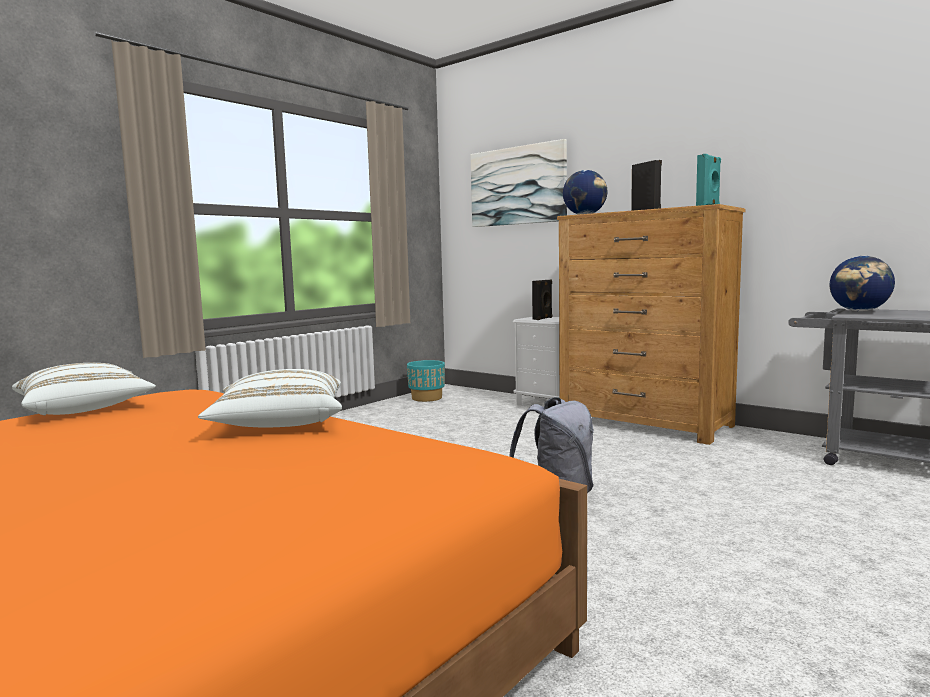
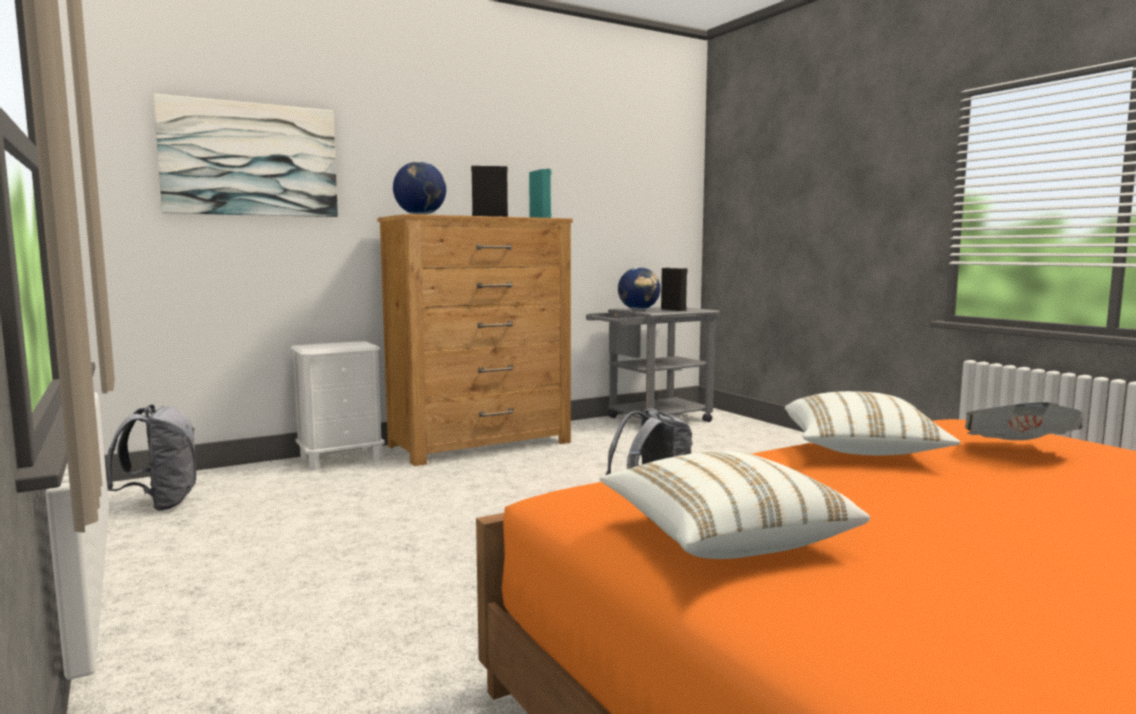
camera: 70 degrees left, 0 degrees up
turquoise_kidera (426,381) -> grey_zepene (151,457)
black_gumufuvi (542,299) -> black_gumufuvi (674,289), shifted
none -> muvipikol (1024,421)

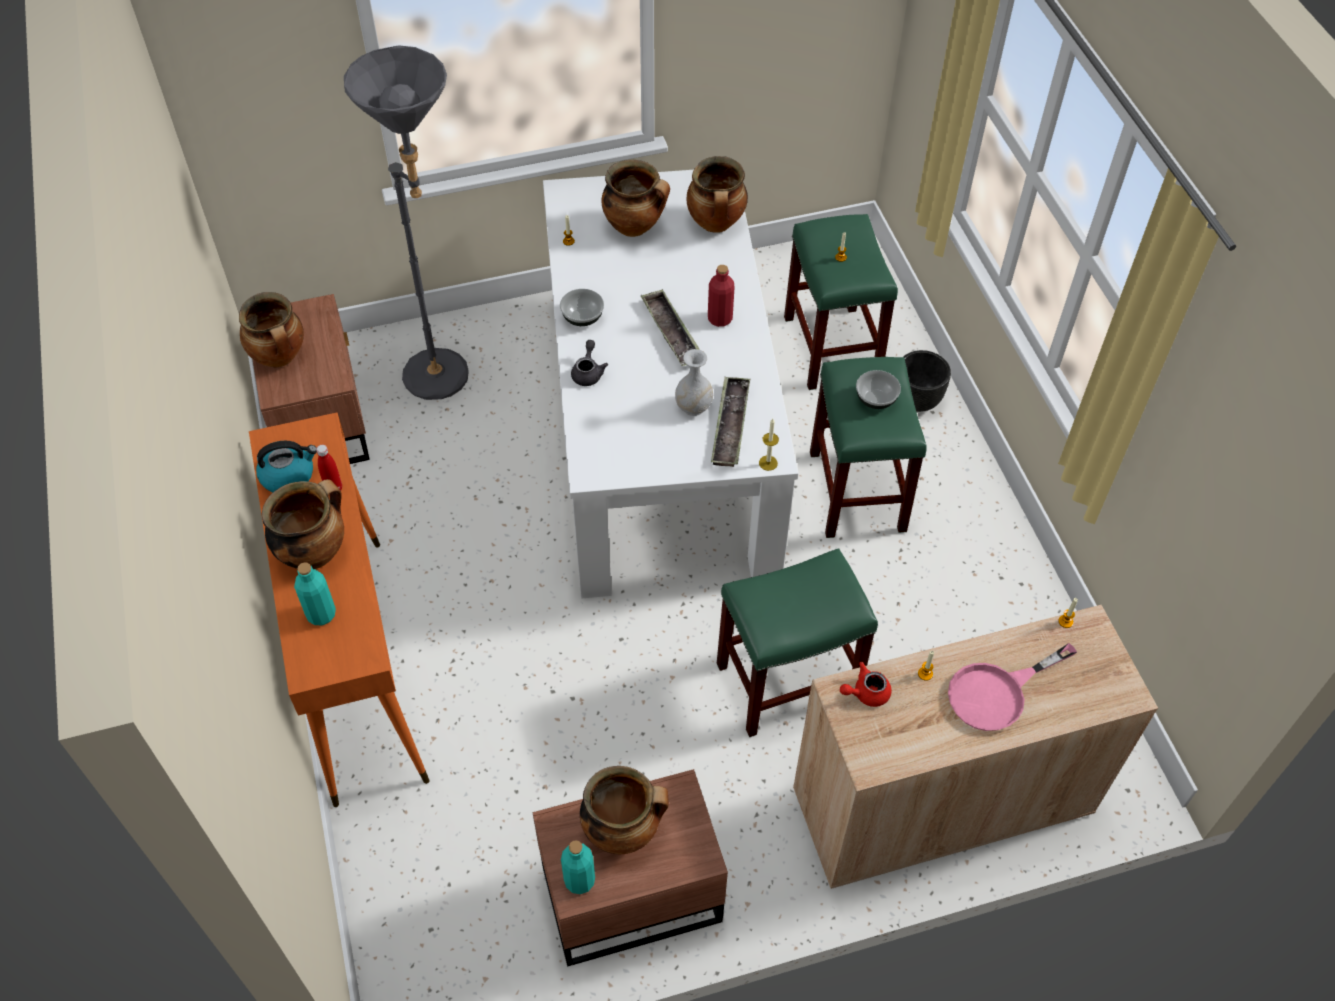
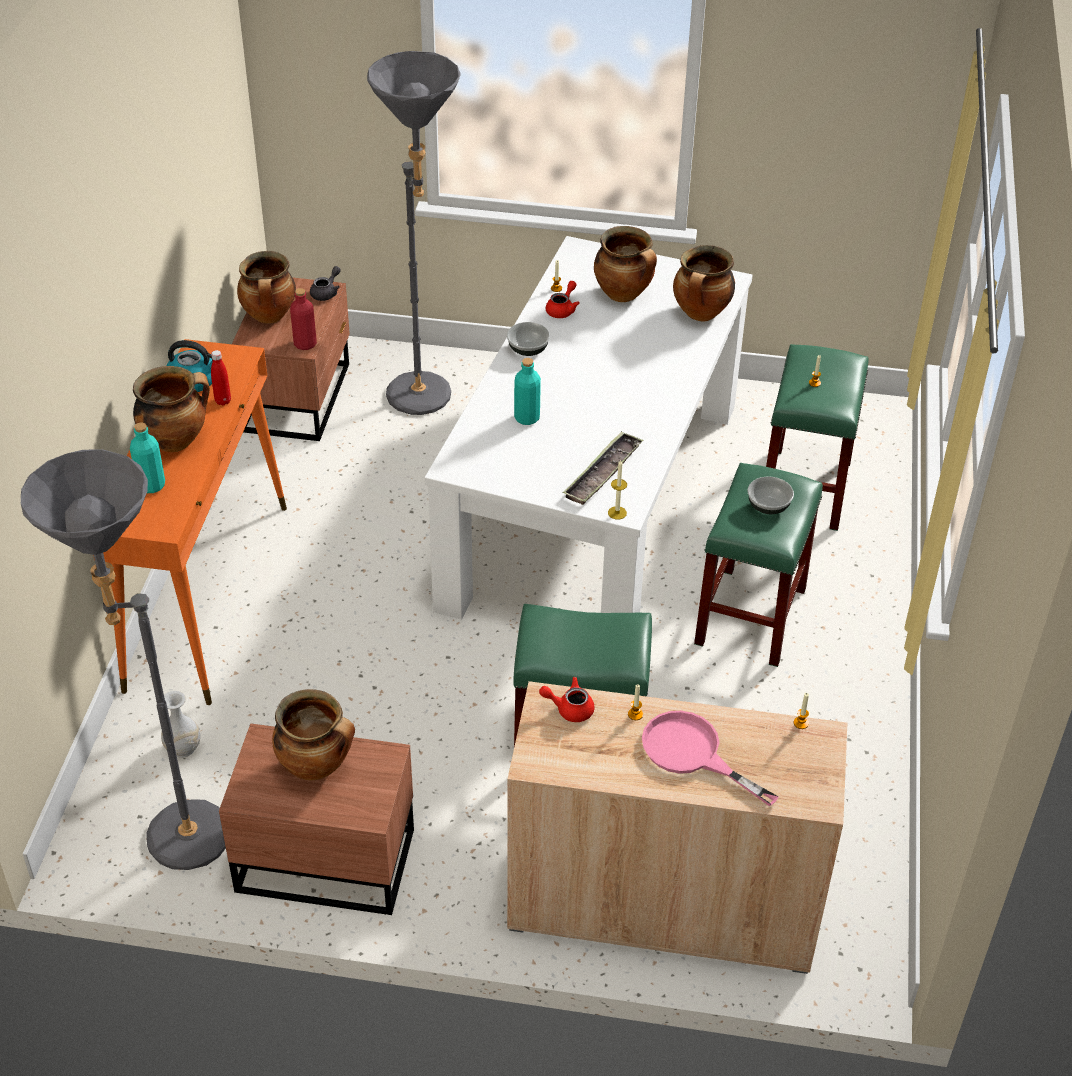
camera: 25 degrees right, 10 degrees down
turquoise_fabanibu (578,867) -> turquoise_fabanibu (527,391), shifted
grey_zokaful (589,363) -> grey_zokaful (325,283), shifted
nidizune (670,327) -> none
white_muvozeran (694,382) -> white_muvozeran (180,724), shifted
red_fabanibu (721,296) -> red_fabanibu (303,319), shifted
black_kidera (927,381) -> none
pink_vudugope (1012,687) -> pink_vudugope (710,759), 45 degrees clockwise
none -> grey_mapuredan (123,659)
none -> red_zokaful (563,299)

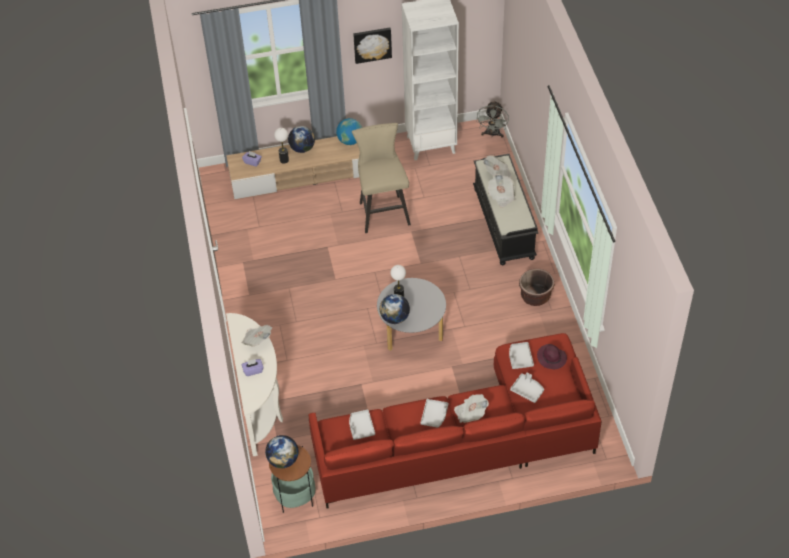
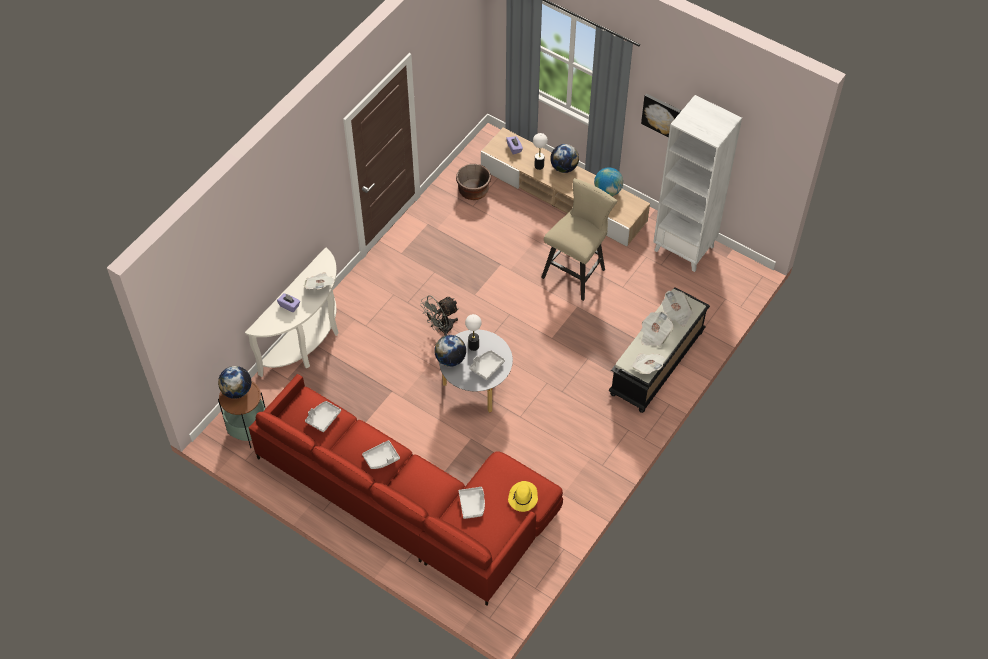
camera: 45 degrees right, 5 degrees up
muvipikol (471,408) -> muvipikol (647,363), shifted
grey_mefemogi (492,119) -> grey_mefemogi (439,315), shifted
grey_nidizune (521,355) -> grey_nidizune (487,365), shifted
brown_kidera (536,287) -> brown_kidera (473,182), shifted
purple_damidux (552,356) -> yellow_damidux (523,496)

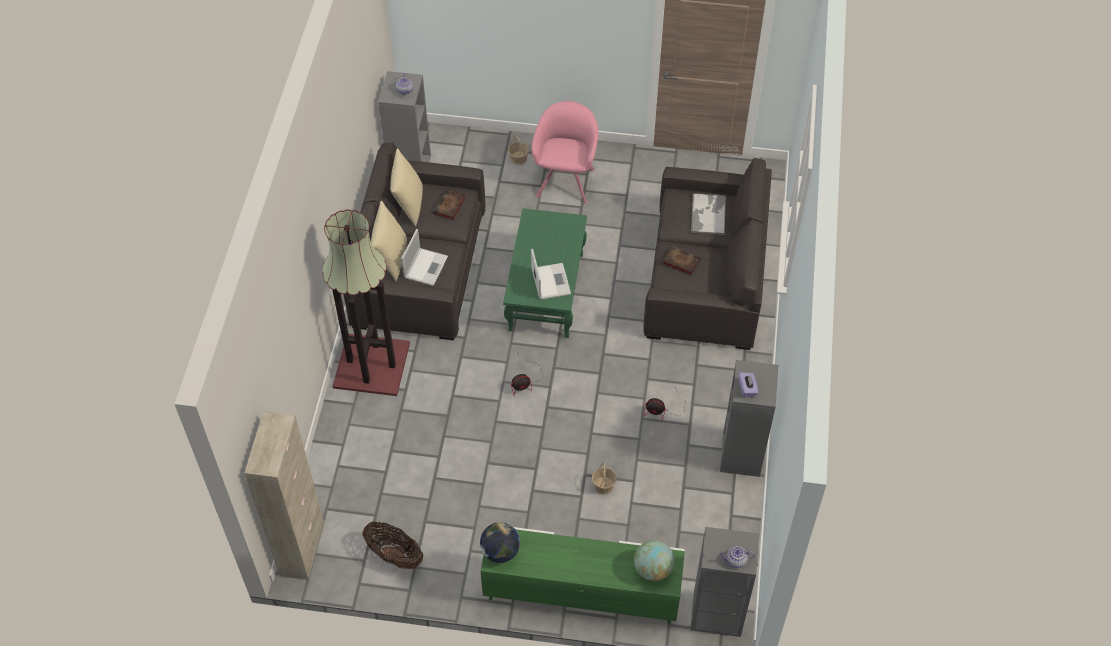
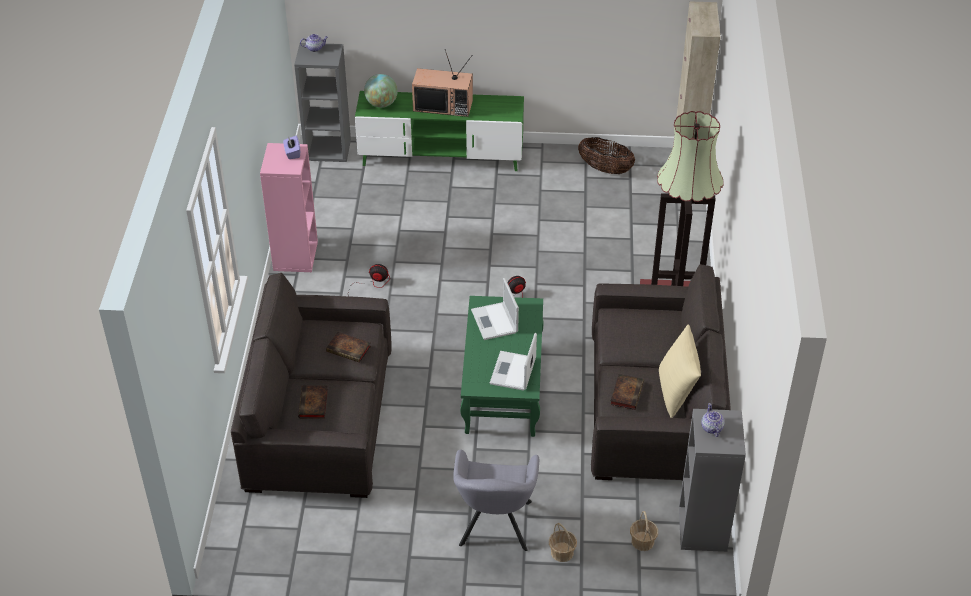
camera: 175 degrees right, 10 degrees down
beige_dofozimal (389,241) -> none
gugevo (424,257) -> gugevo (513,362), shifted
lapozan (500,542) -> none
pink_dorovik (565,152) -> grey_dorovik (496,500)
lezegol (604,478) -> lezegol (644,531), shifted
nidizune (708,214) -> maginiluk (313,402)
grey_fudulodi (749,418) -> pink_fudulodi (289,207)
none -> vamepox (442,83)

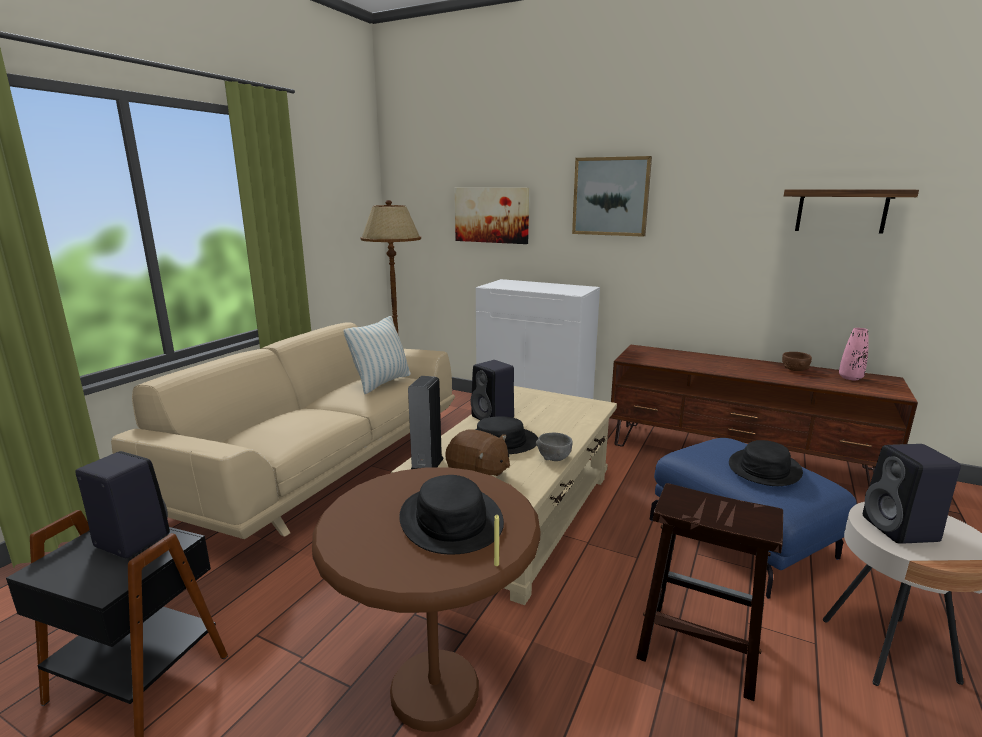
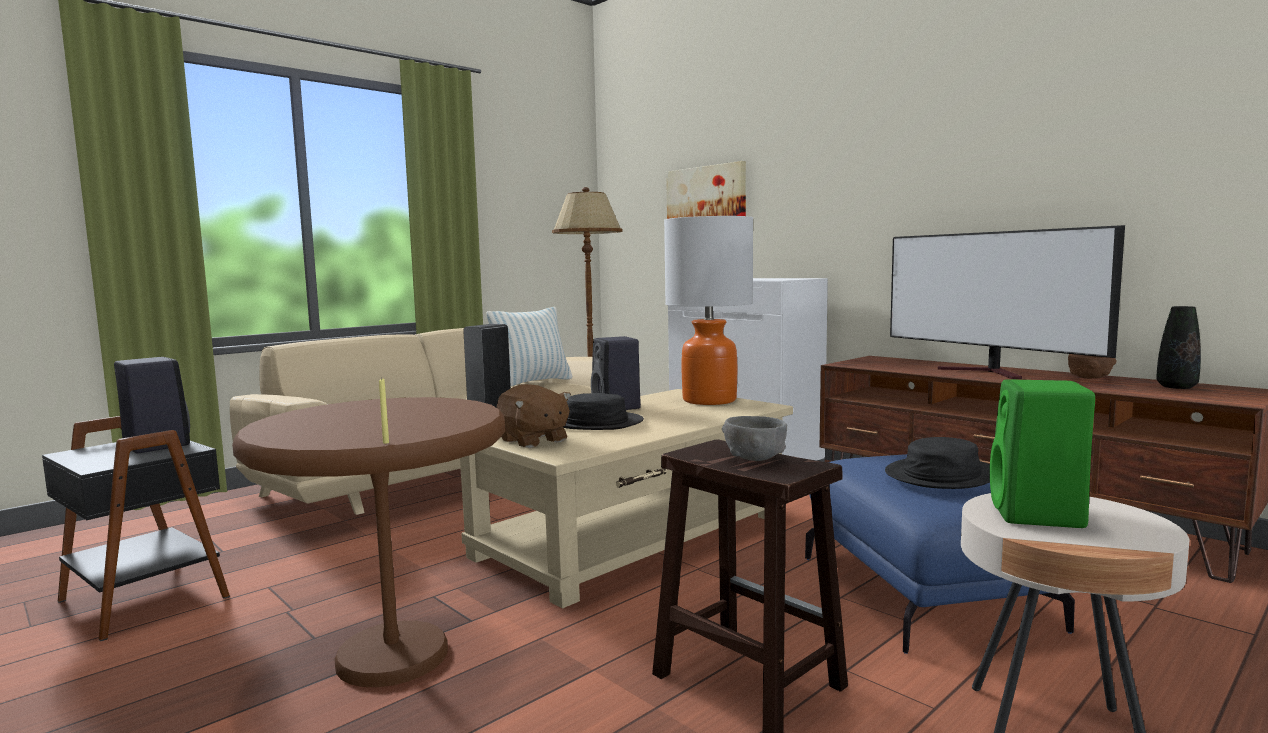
camera: 20 degrees right, 10 degrees down
black_damidux (451,514) -> none
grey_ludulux (554,447) -> grey_ludulux (754,438), shifted
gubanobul (612,196) -> none
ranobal (851,211) -> none
pink_muvozeran (854,354) -> black_muvozeran (1178,347)
black_gumufuvi (912,494) -> green_gumufuvi (1042,453)
none -> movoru (708,310)
none -> vamepox (1007,302)

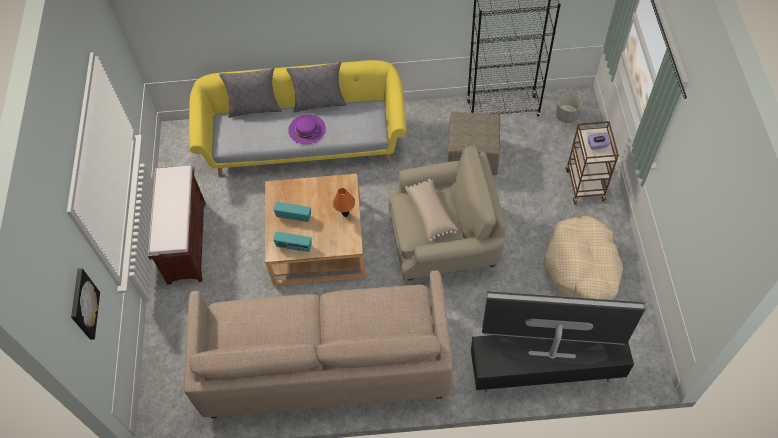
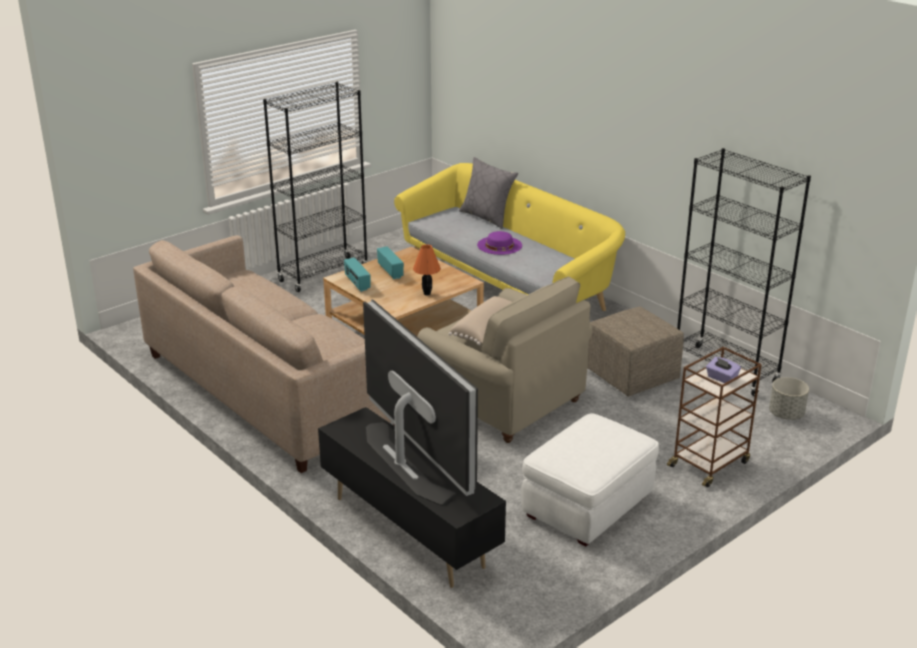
camera: 50 degrees right, 30 degrees down
gubanobul (85,304) -> none
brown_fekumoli (177,225) -> black_fudulodi (315,187)
grey_dofozimal (316,86) -> none
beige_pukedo (583,258) -> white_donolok (590,480)

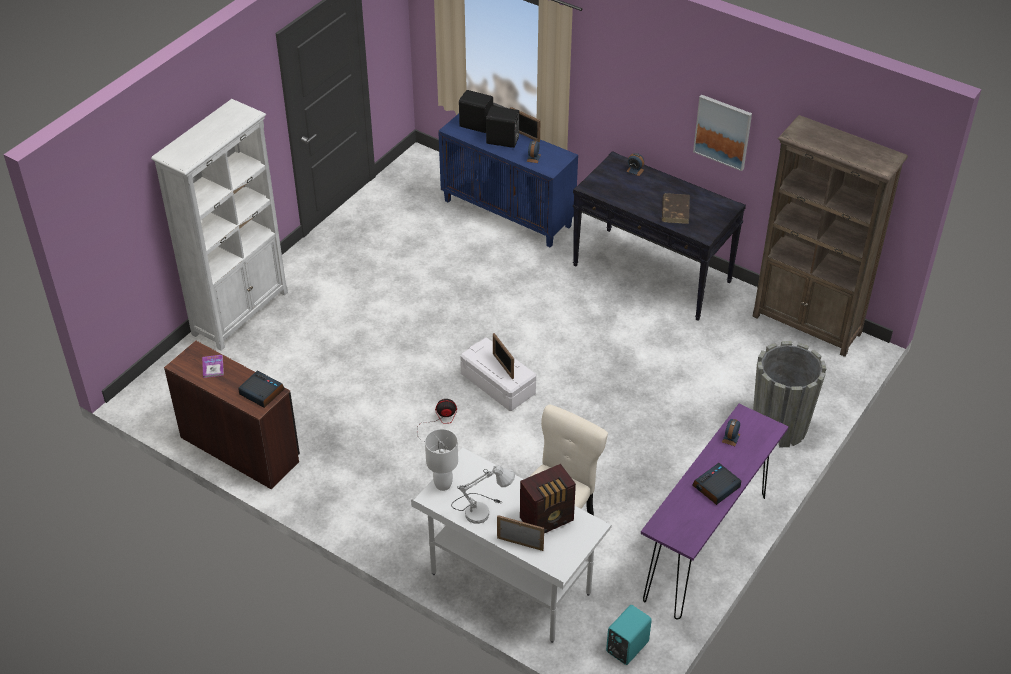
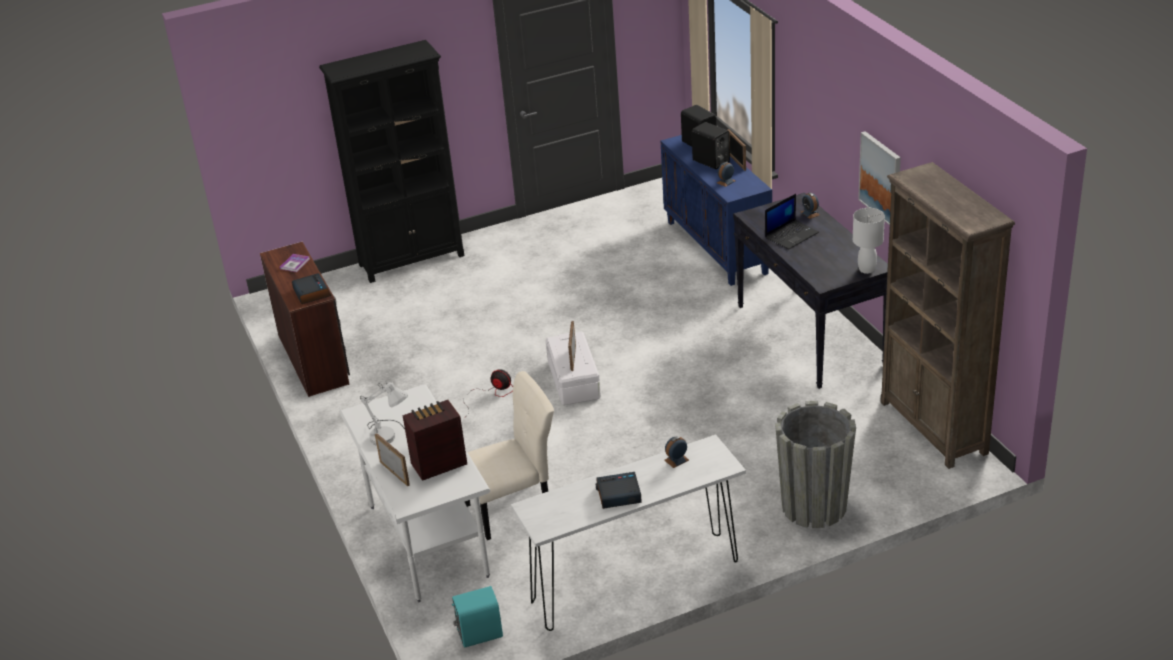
camera: 35 degrees right, 10 degrees down
white_fudulodi (219,224) -> black_fudulodi (392,161)
white_movoru (441,460) -> white_movoru (869,241), shifted
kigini (548,498) -> kigini (434,440), 150 degrees clockwise
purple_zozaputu (715,512) -> white_zozaputu (628,532)
brown_maginiluk (676,208) -> none
none -> gugevo (792,221)

